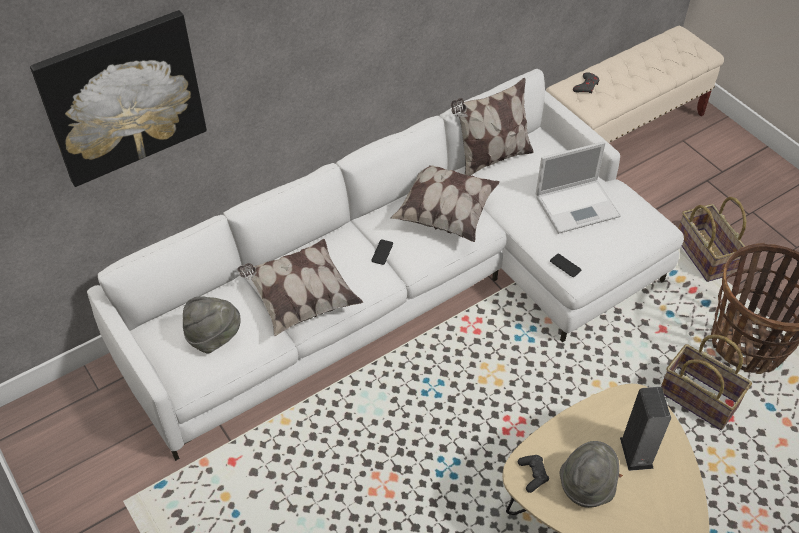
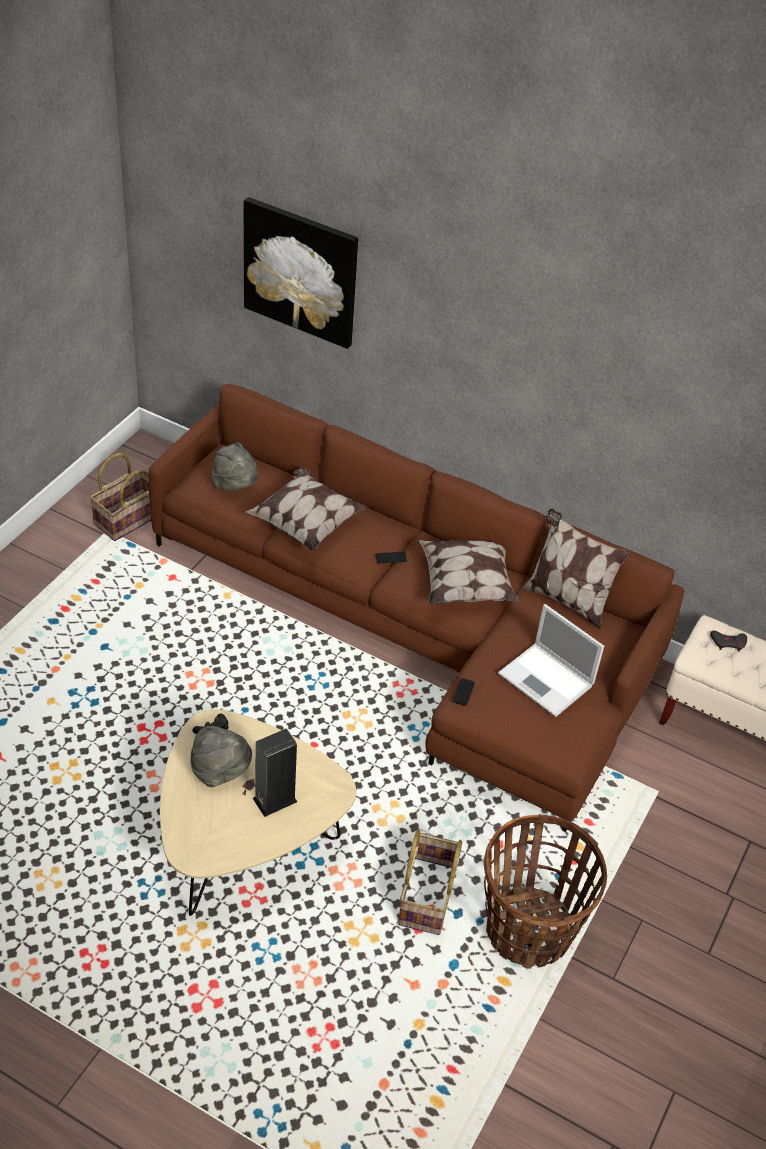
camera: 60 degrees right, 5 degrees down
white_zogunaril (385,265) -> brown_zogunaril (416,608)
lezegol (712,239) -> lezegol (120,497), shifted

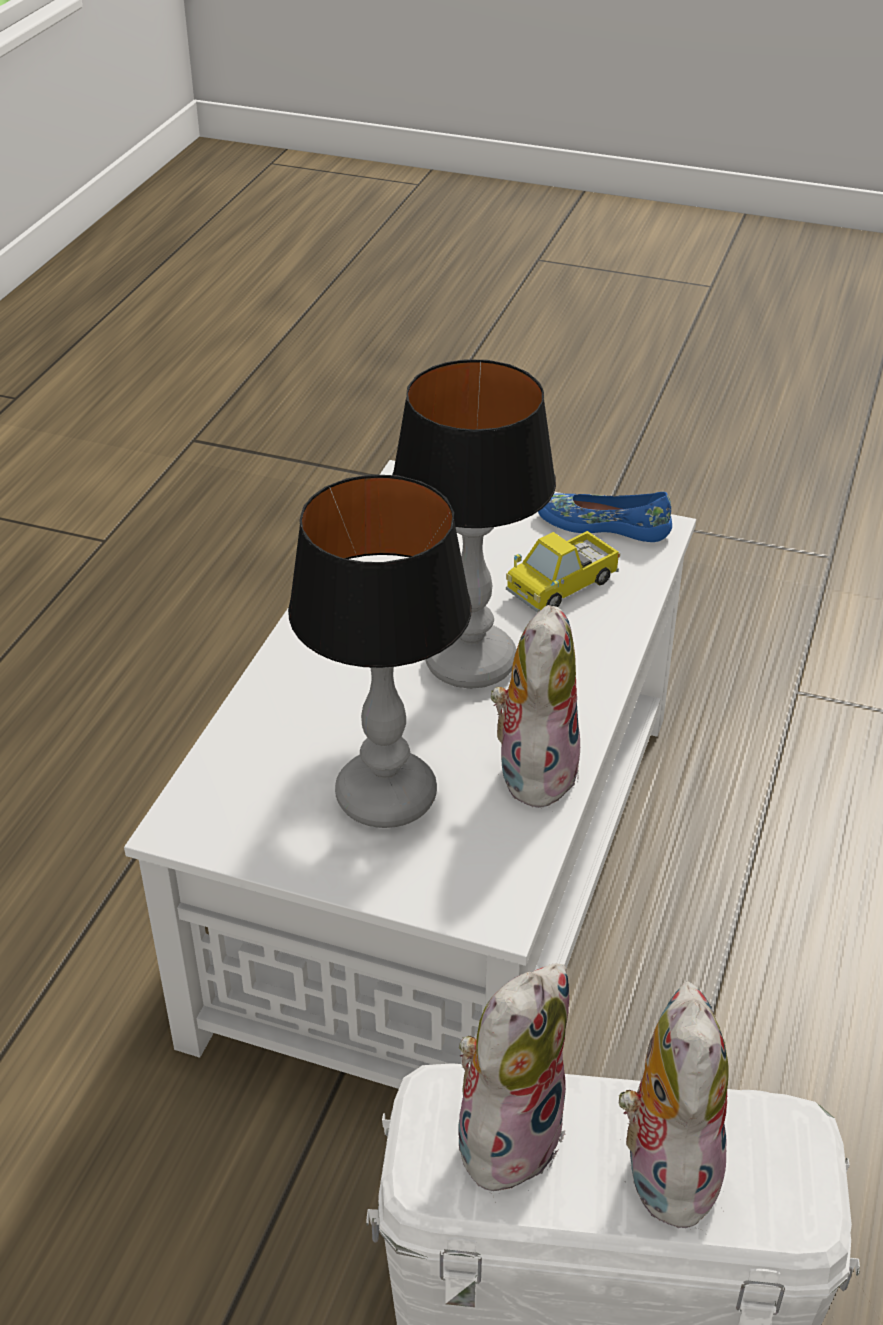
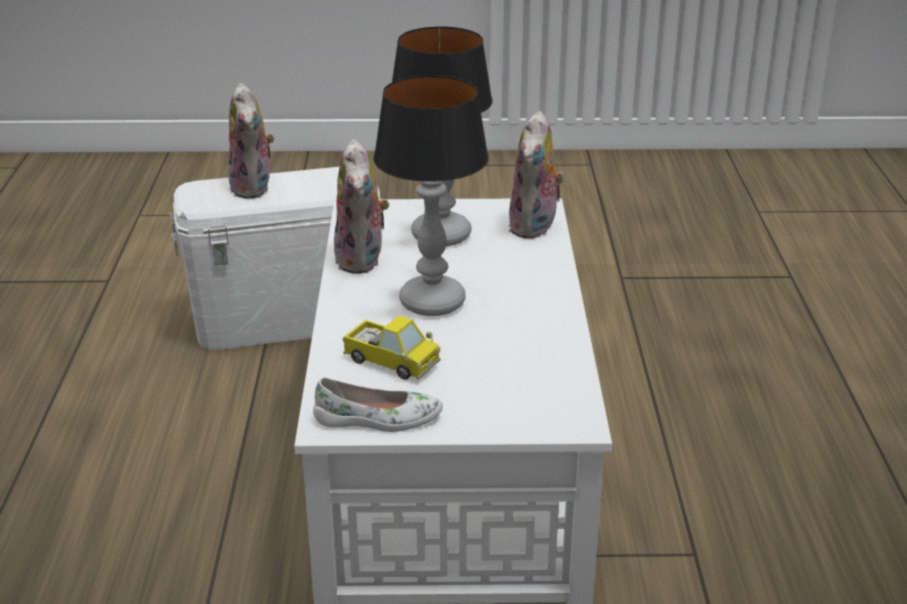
camera: 160 degrees right, 10 degrees down
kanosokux (513,1083) -> kanosokux (537,174), shifted
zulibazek (563,572) -> zulibazek (391,348), 90 degrees clockwise
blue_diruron (605,517) -> white_diruron (378,405)

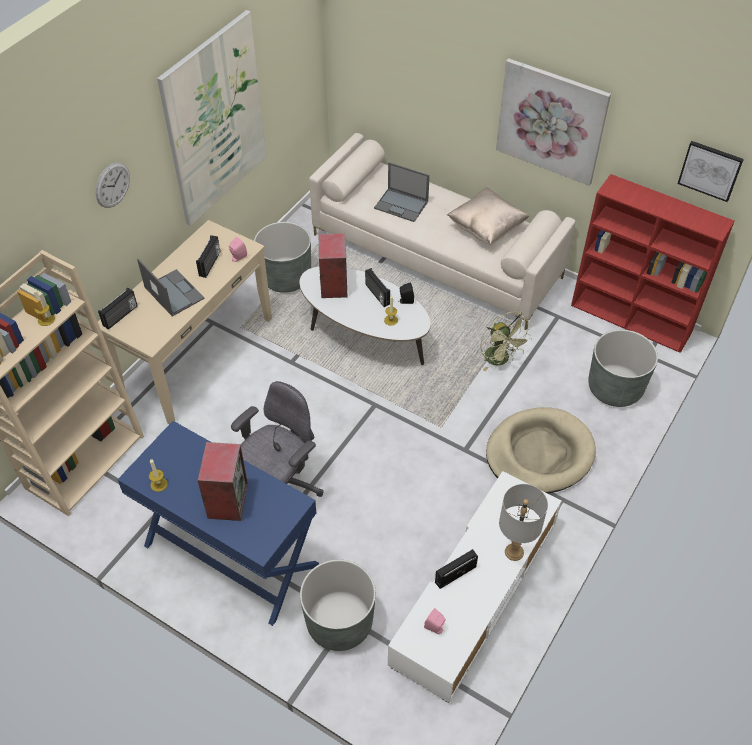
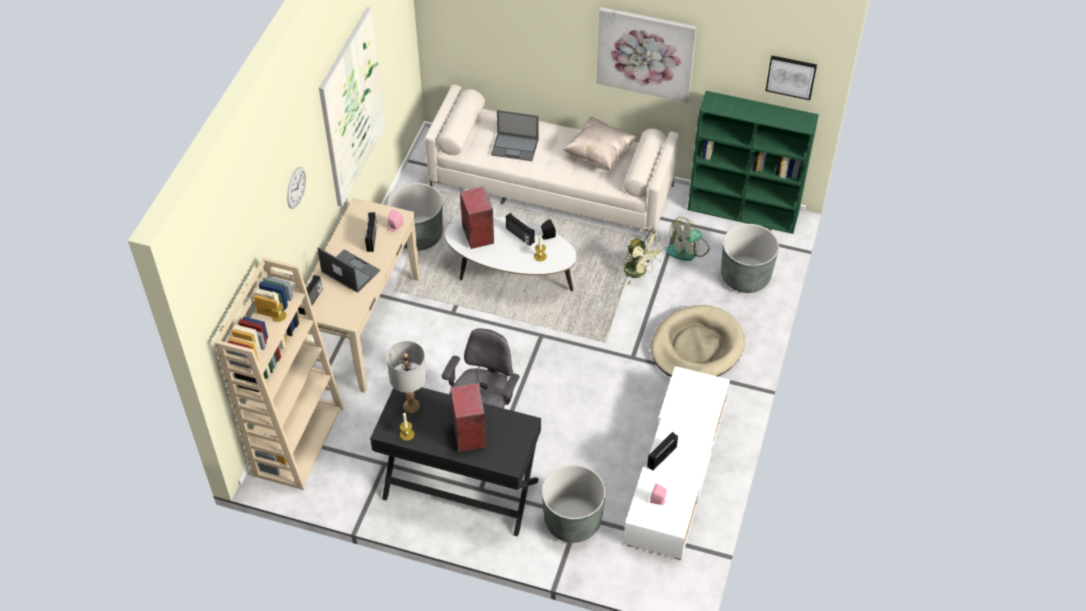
camera: 15 degrees left, 0 degrees up
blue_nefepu (218,523) -> black_nefepu (455,462)
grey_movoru (523,522) -> grey_movoru (406,377), shifted
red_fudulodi (652,263) -> green_fudulodi (753,162)
none -> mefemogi (687,239)

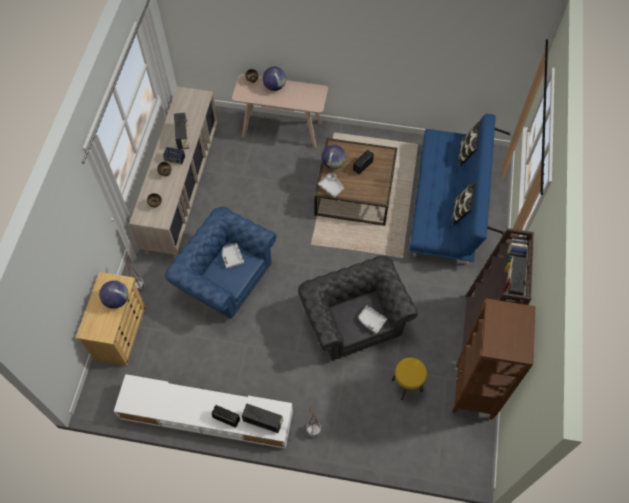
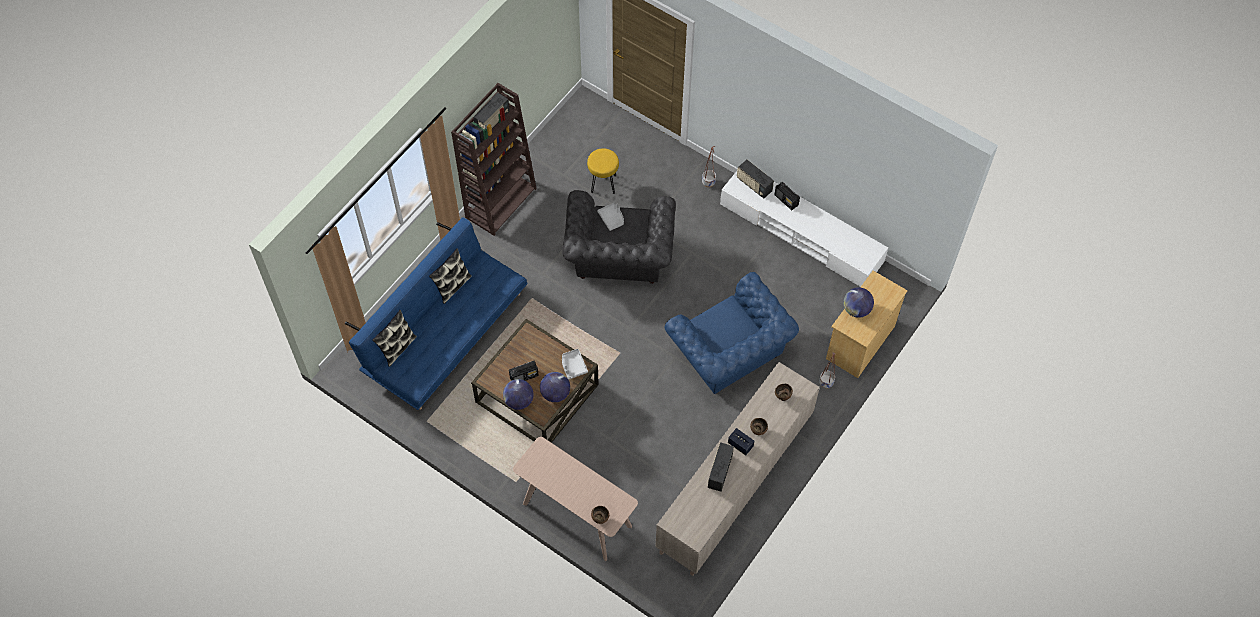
camera: 155 degrees left, 0 degrees up
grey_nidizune (233,256) -> none
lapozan (274,79) -> lapozan (518,394), shifted
brown_fudulodi (493,359) -> none

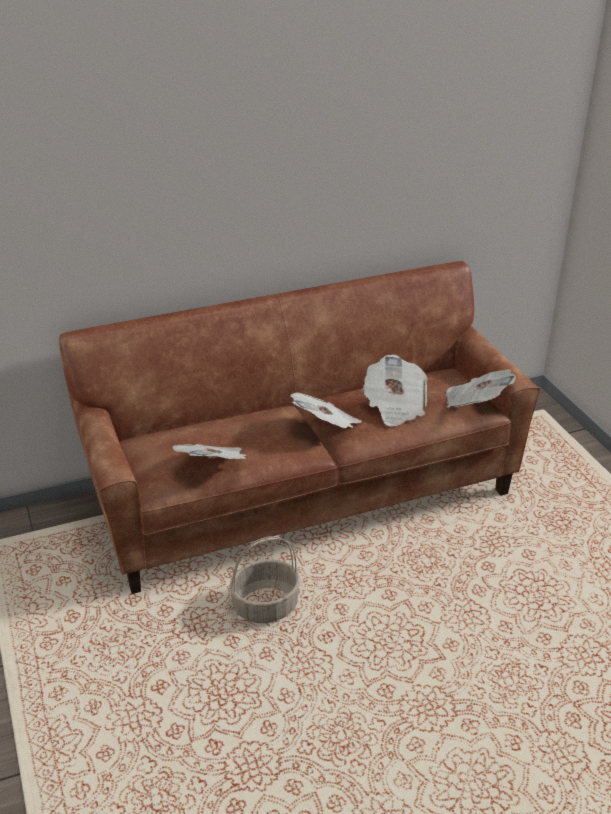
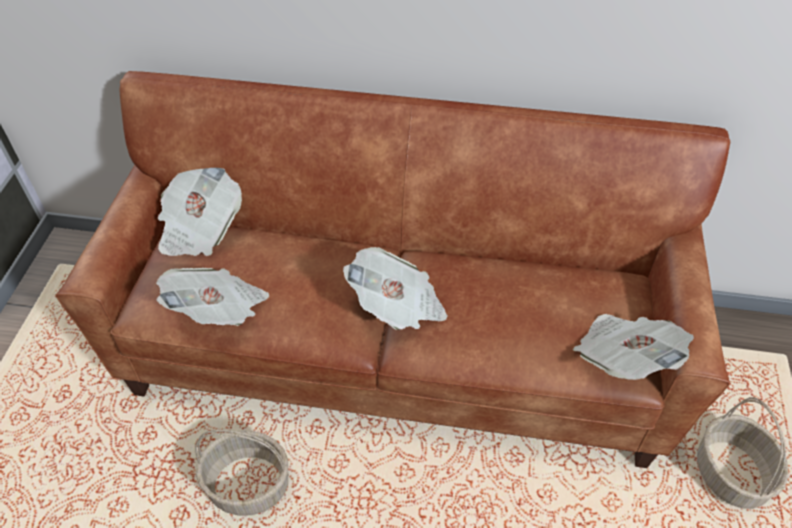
camera: 30 degrees right, 15 degrees up
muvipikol (394,391) -> muvipikol (200,212), shifted
none -> lezegol (743,453)

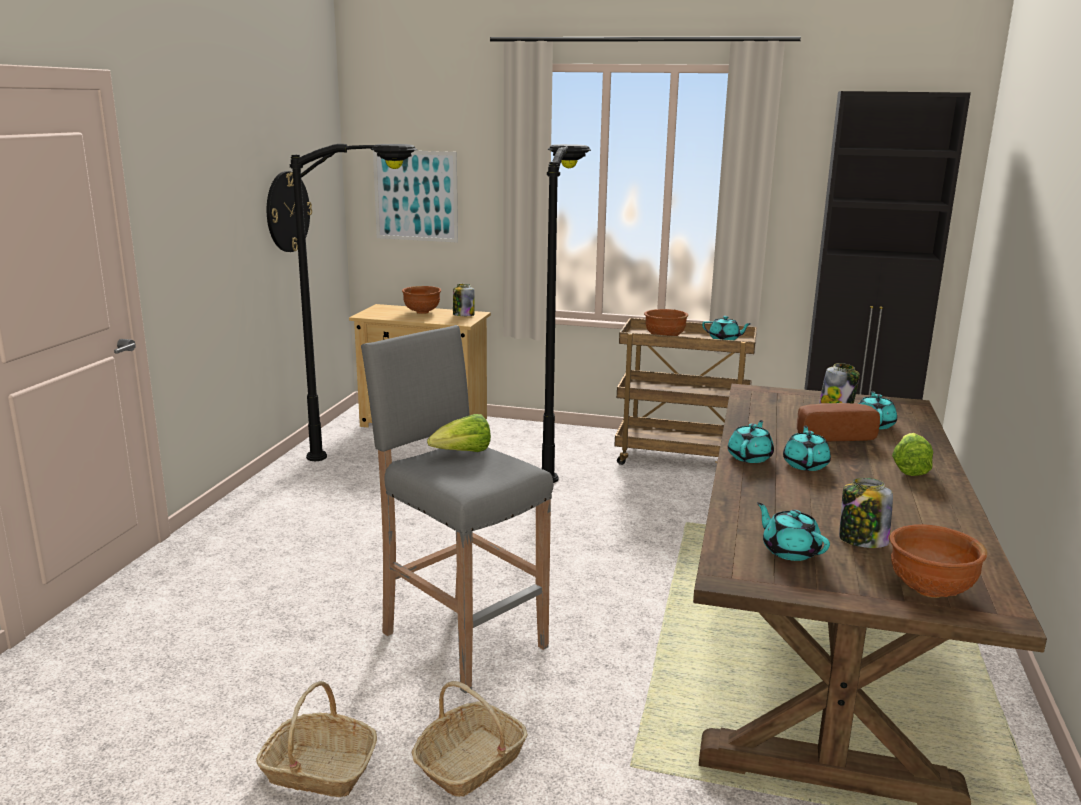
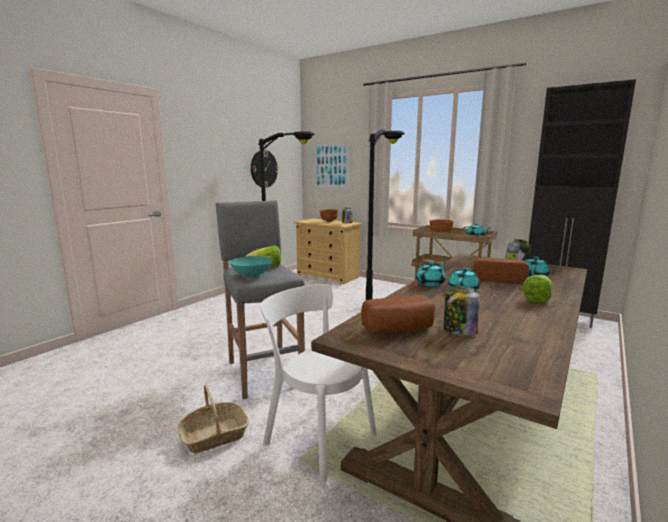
camera: 20 degrees right, 5 degrees down
lezegol (316,739) -> none
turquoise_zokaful (793,531) -> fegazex (398,314)
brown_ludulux (938,561) -> none
none -> turquoise_ludulux (251,267)
none -> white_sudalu (318,383)

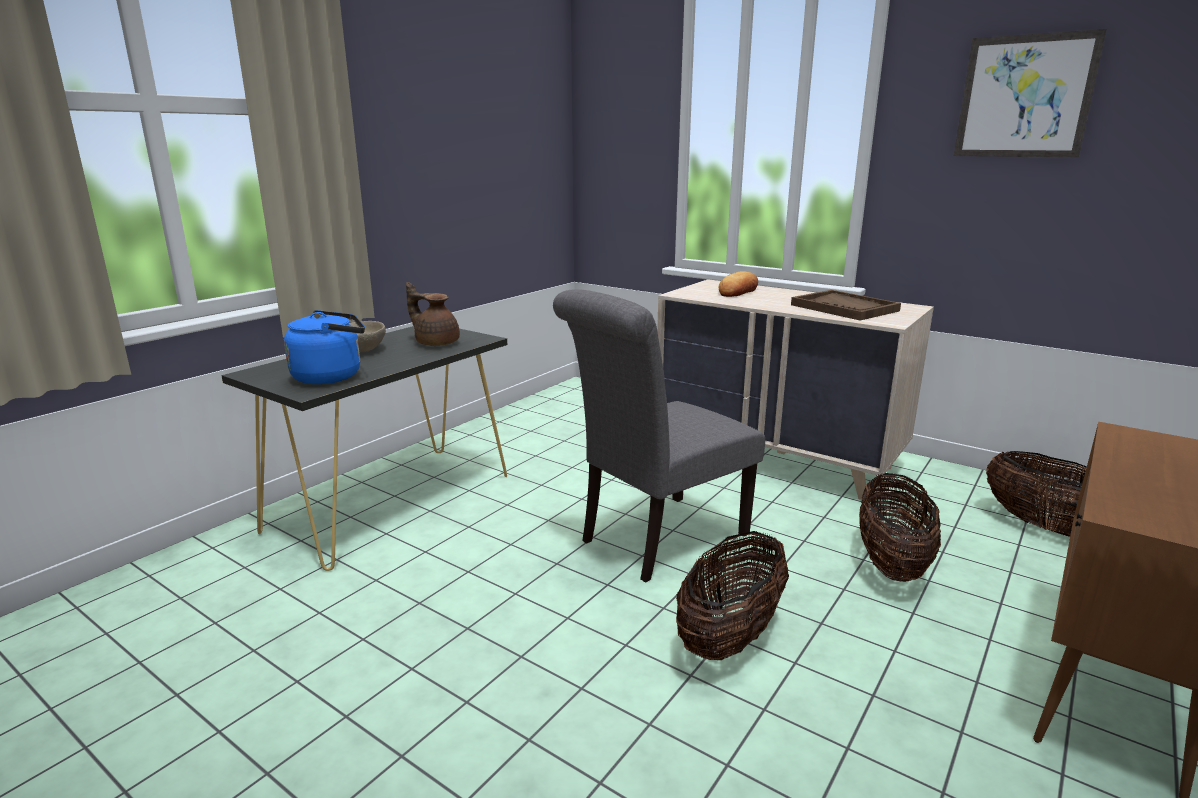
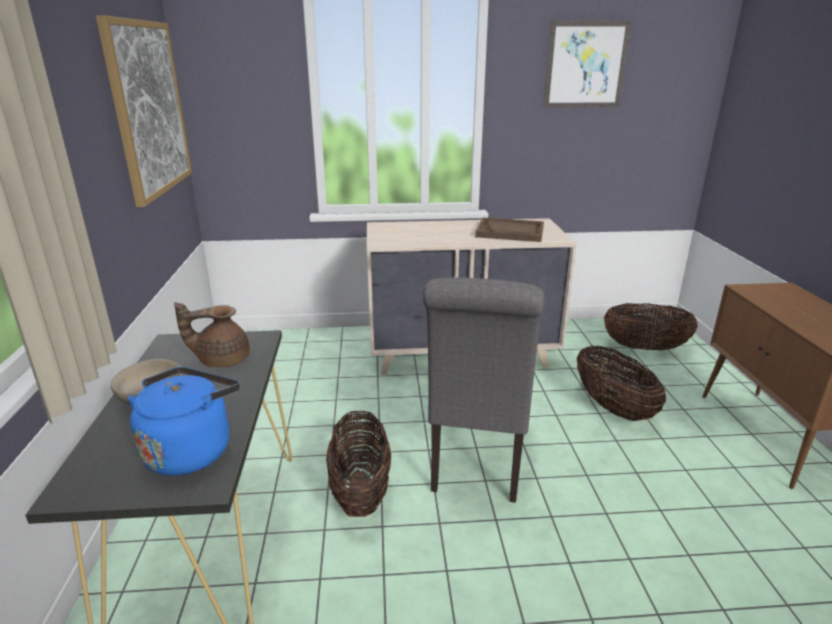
camera: 40 degrees left, 5 degrees up
lezegol (732,595) -> lezegol (358,464), shifted
fegazex (738,284) -> none
none -> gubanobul (144,111)

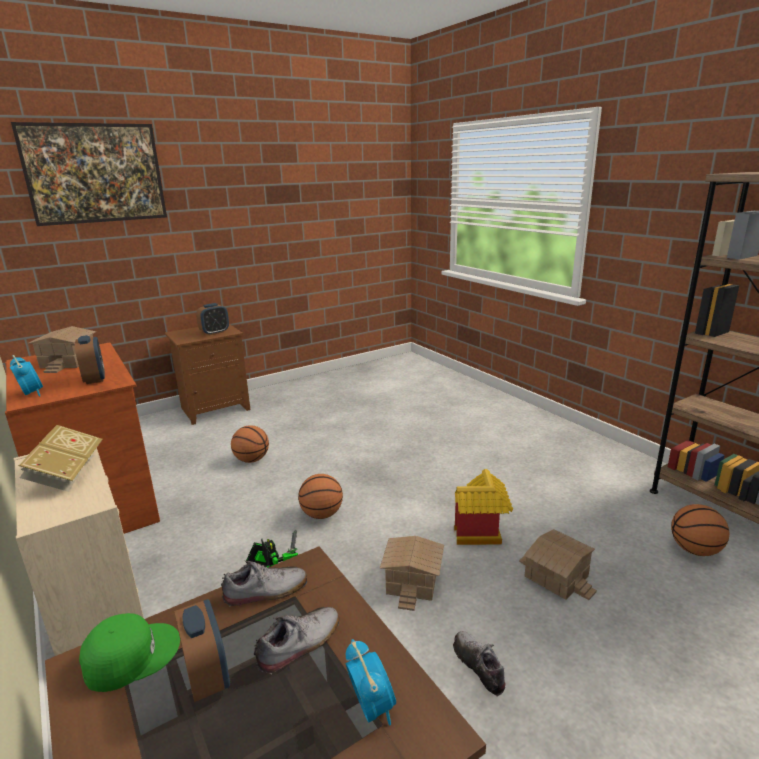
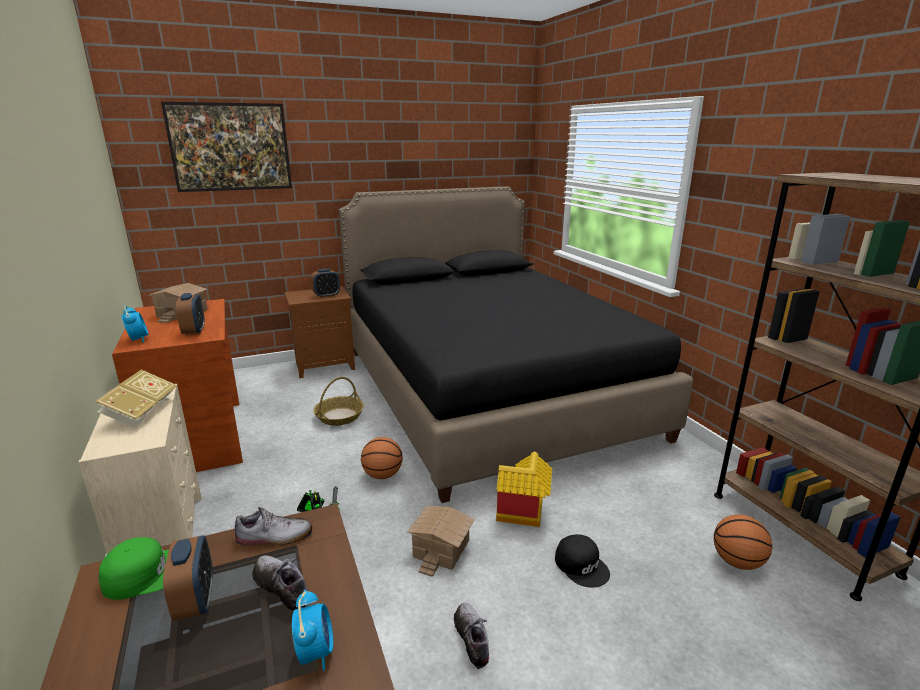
camera: 10 degrees right, 0 degrees up
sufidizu (250,444) -> lezegol (338,401)
diruron (296,640) -> diruron (280,582), 105 degrees counterclockwise
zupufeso (558,564) -> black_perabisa (582,561)
none -> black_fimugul (516,344)

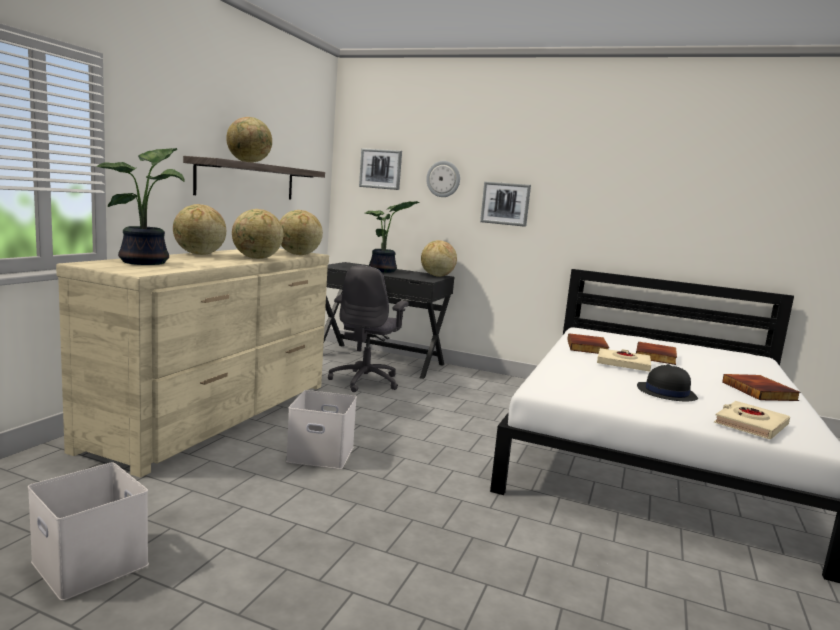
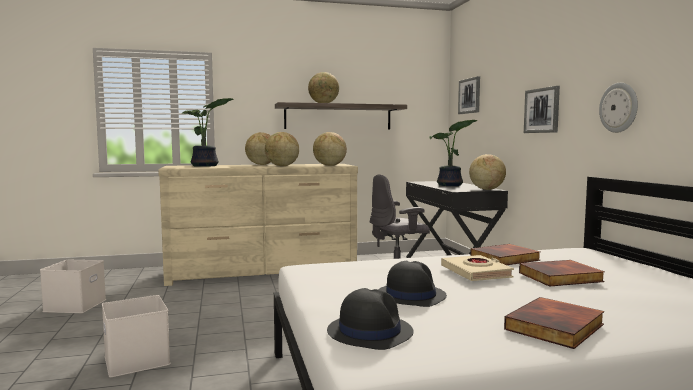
camera: 55 degrees right, 5 degrees down
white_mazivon (321,429) -> white_mazivon (136,336), shifted
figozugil (443,179) -> figozugil (618,108), shifted
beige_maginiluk (752,420) -> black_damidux (370,319)

